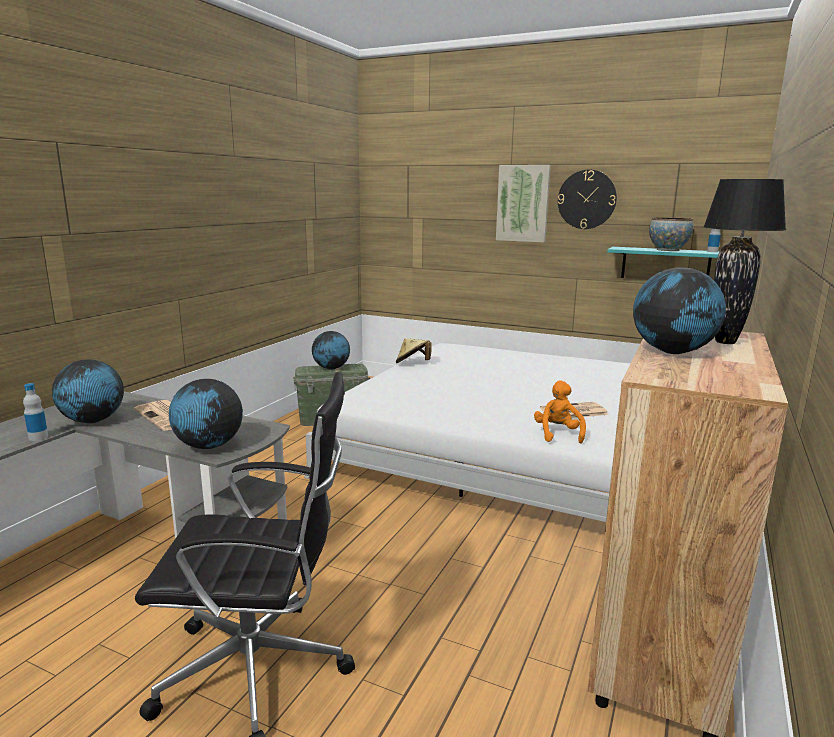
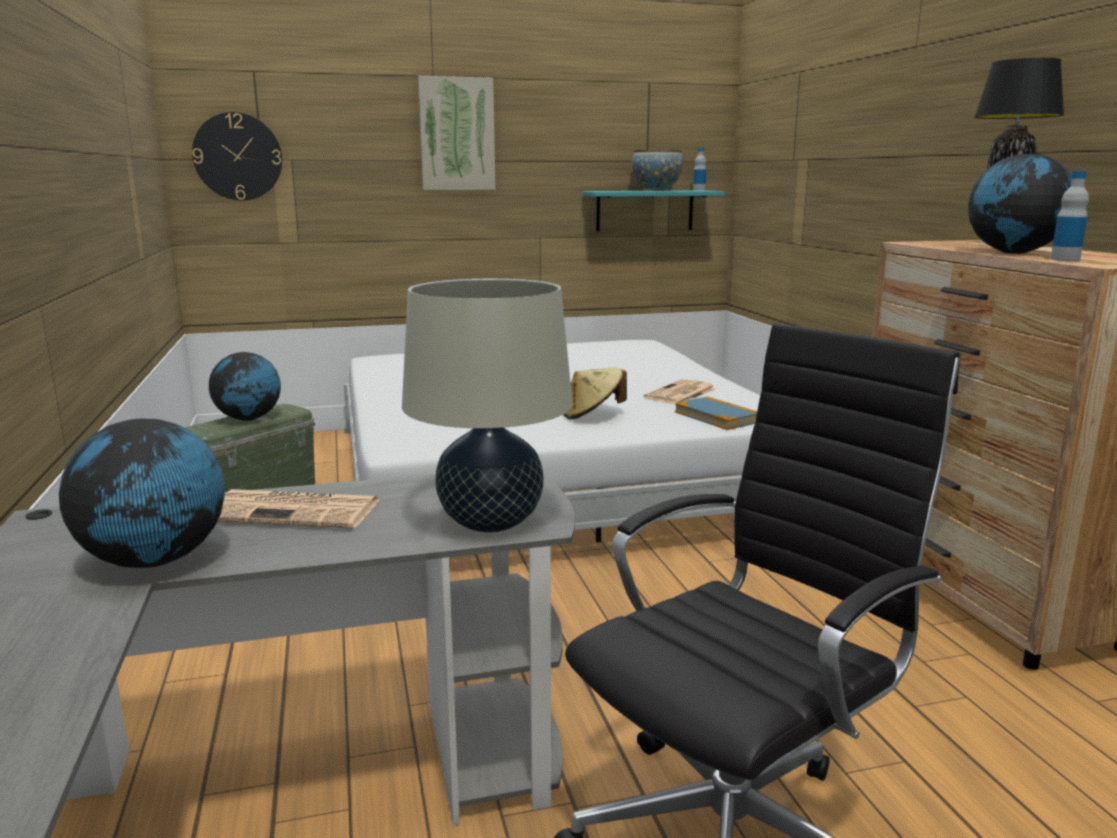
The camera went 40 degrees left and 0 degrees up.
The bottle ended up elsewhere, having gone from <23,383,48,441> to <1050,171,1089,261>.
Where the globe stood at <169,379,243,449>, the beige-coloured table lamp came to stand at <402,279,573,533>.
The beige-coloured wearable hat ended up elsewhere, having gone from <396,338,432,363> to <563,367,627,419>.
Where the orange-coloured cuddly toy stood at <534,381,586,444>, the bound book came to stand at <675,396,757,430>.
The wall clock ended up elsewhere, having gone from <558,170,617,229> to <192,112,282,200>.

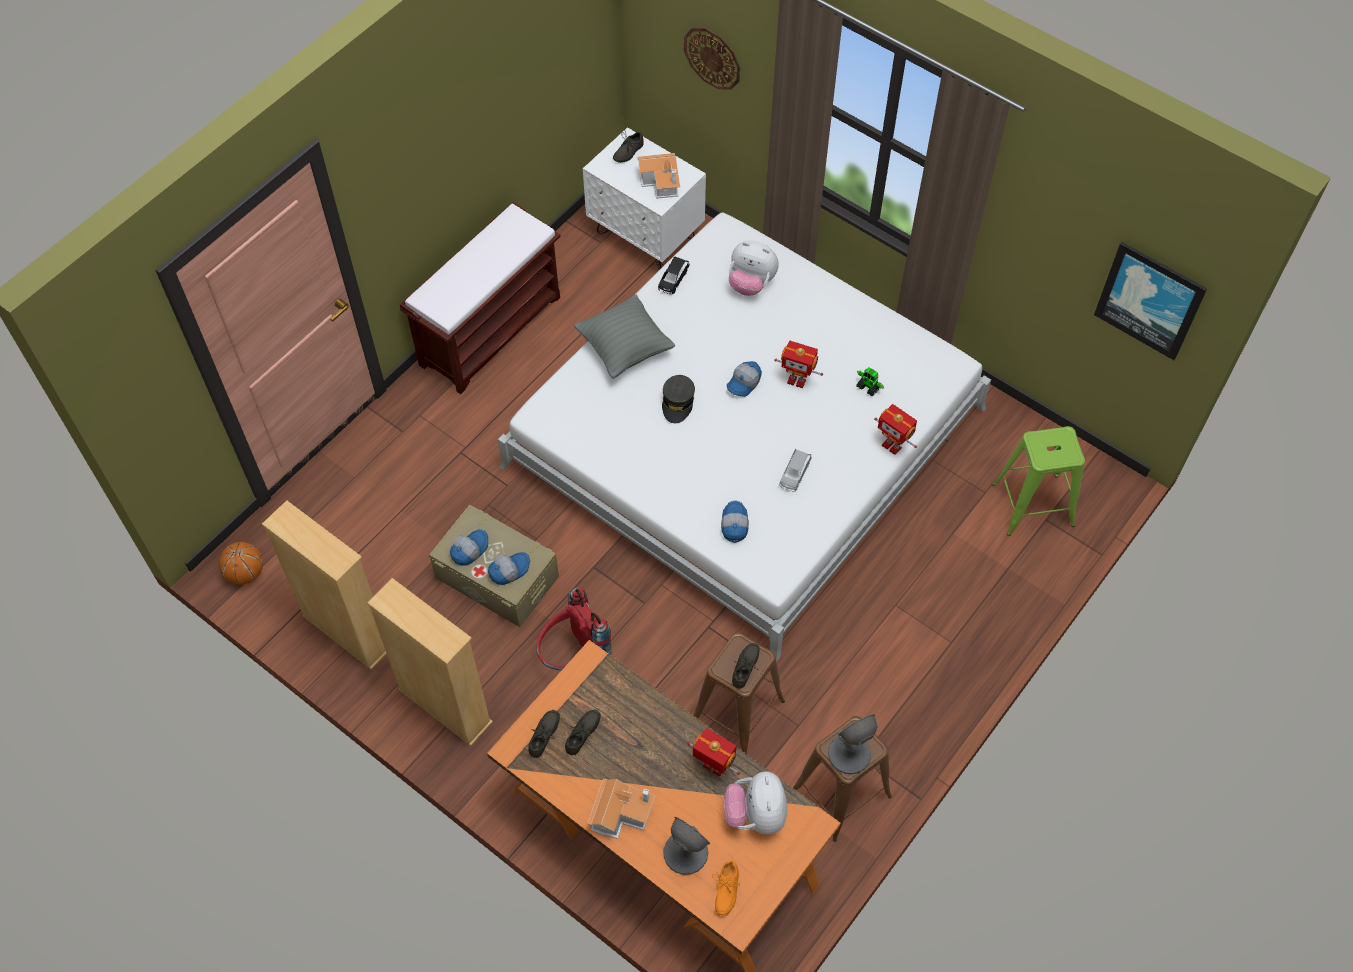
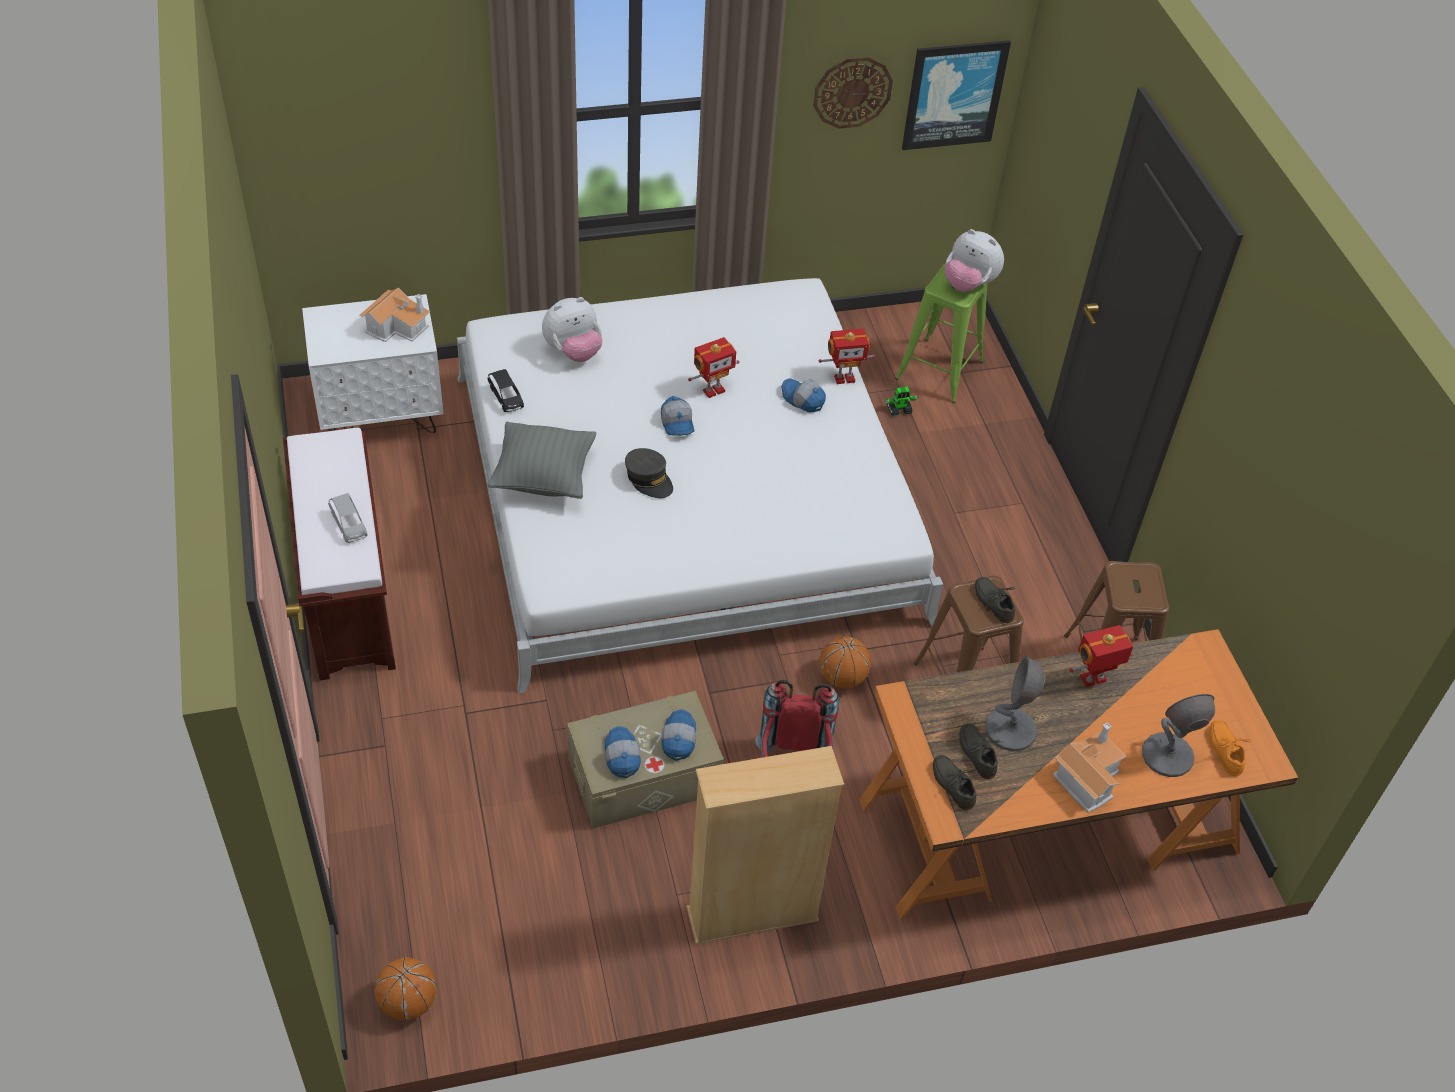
The camera went 55 degrees left and 10 degrees down.
The second view lost the beige-coloured bookcase at <262,500,387,670>.
The second view lost the grey item of footwear at <613,131,644,163>.
The wall clock ended up elsewhere, having gone from <684,28,740,90> to <813,57,893,129>.
The orange-coloured item of footwear at <712,860,740,916> ended up facing another way, 150 degrees counterclockwise from before.
The cap ended up elsewhere, having gone from <721,500,749,543> to <781,378,826,413>.
The cuddly toy ended up elsewhere, having gone from <724,771,787,834> to <944,229,1004,292>.
The grey model car ended up elsewhere, having gone from <779,449,812,492> to <328,493,367,543>.
The grey table lamp ended up elsewhere, having gone from <828,714,877,774> to <985,656,1045,751>.
The toy robot ended up elsewhere, having gone from <856,367,884,396> to <885,387,919,416>.
The second view gained the basketball ball at <820,636,871,688>.

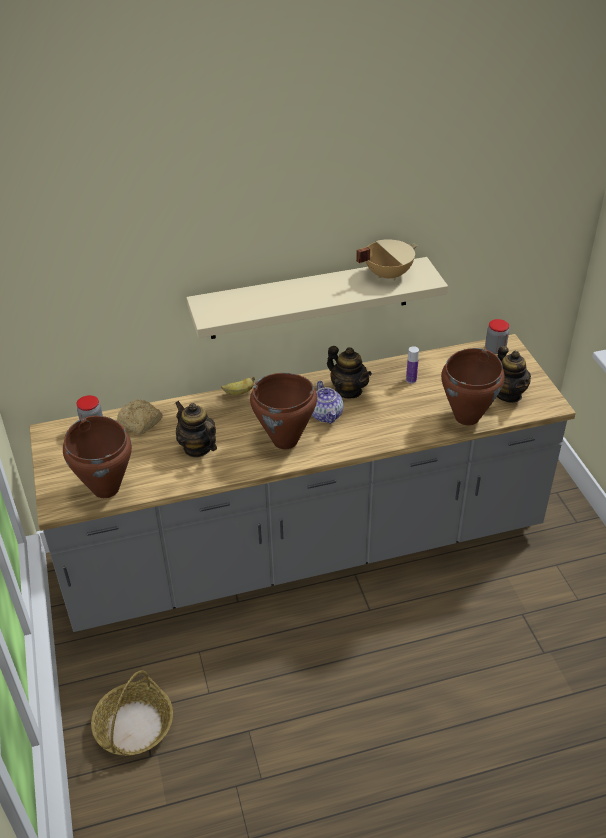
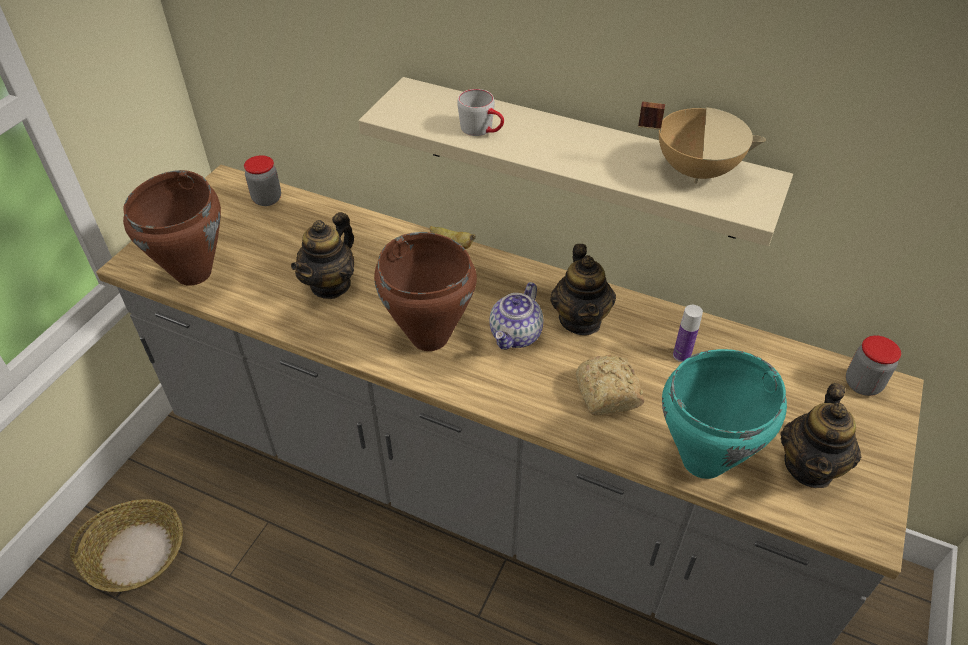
The camera went 40 degrees right and 5 degrees up.
The bakery bread ended up elsewhere, having gone from <117,399,163,435> to <576,355,645,415>.
The teapot at <175,401,217,457> ended up facing another way, 150 degrees counterclockwise from before.
What was the brown stockpot at <441,348,505,426> turned into the turquoise-coloured stockpot at <662,349,787,479>.
The second view gained the grey mug at <457,89,504,136>.

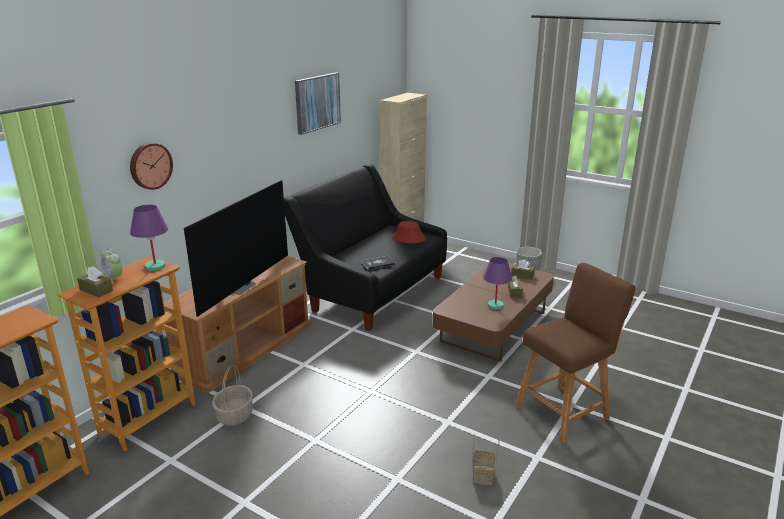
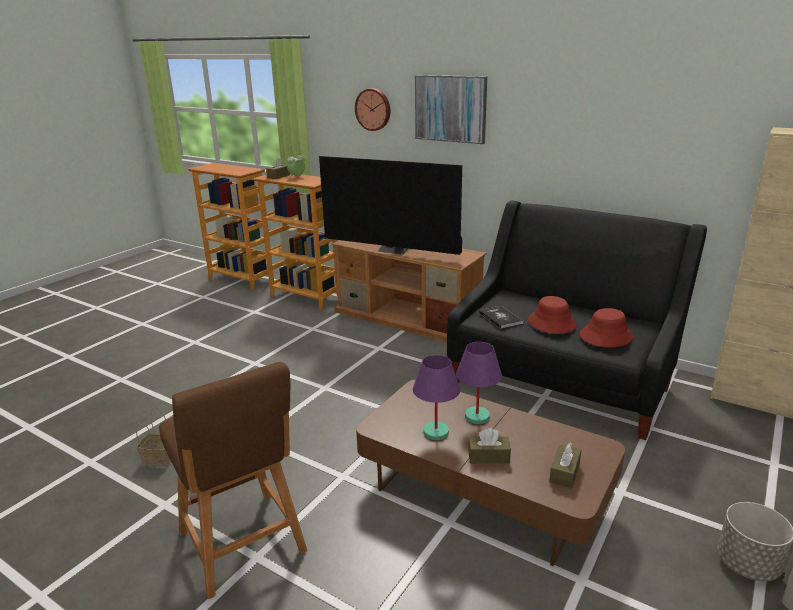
The camera went 90 degrees right and 0 degrees up.
The purplish table lamp ended up elsewhere, having gone from <130,205,168,271> to <456,342,502,424>.
The second view lost the basket at <212,364,253,426>.
The wall art ended up elsewhere, having gone from <295,73,341,135> to <415,75,487,144>.
The second view gained the red wearable hat at <528,296,577,334>.

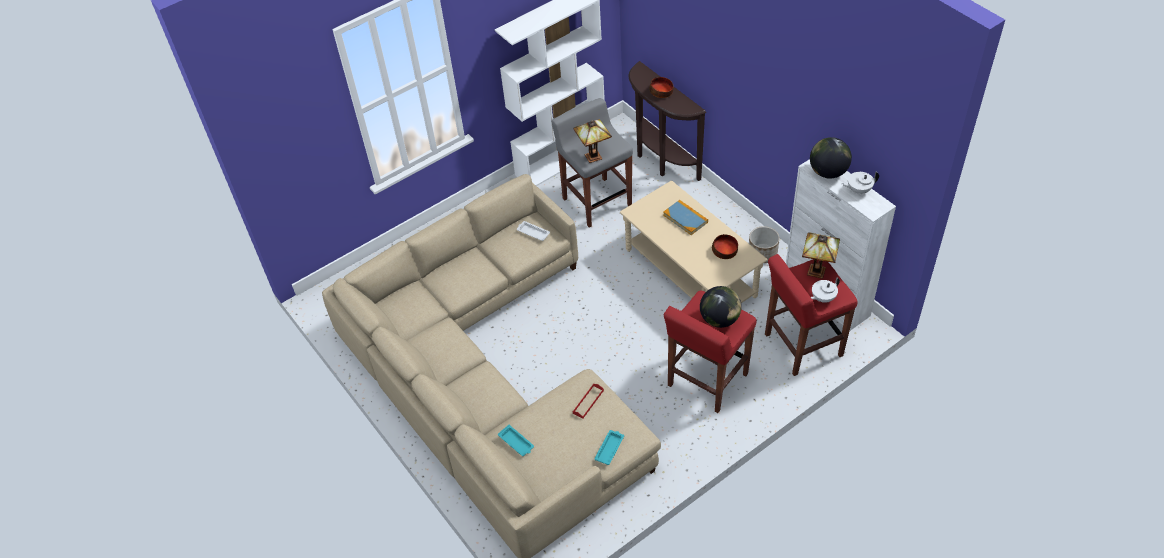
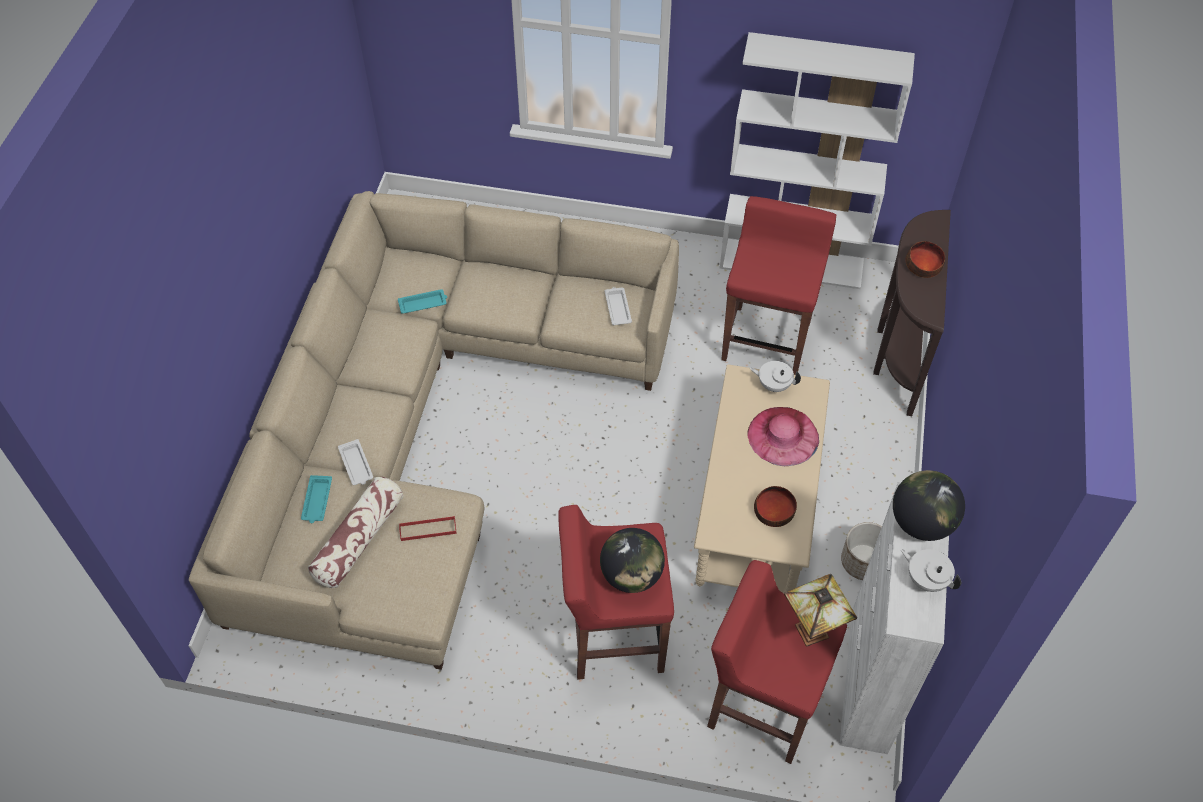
The camera went 45 degrees right and 5 degrees up.
What was the grey stool at <551,98,633,227> turned into the red stool at <721,196,836,375>.
The second view lost the table lamp at <573,119,612,163>.
The turquoise-coloured tray ended up elsewhere, having gone from <594,430,624,465> to <398,289,447,314>.
Where the bound book stood at <663,200,708,235>, the pink wearable hat came to stand at <747,407,819,466>.
The white-coloured teapot ended up elsewhere, having gone from <811,278,840,303> to <750,361,801,392>.
The second view gained the cushion at <308,477,403,588>.
The second view gained the white-coloured tray at <338,439,373,485>.

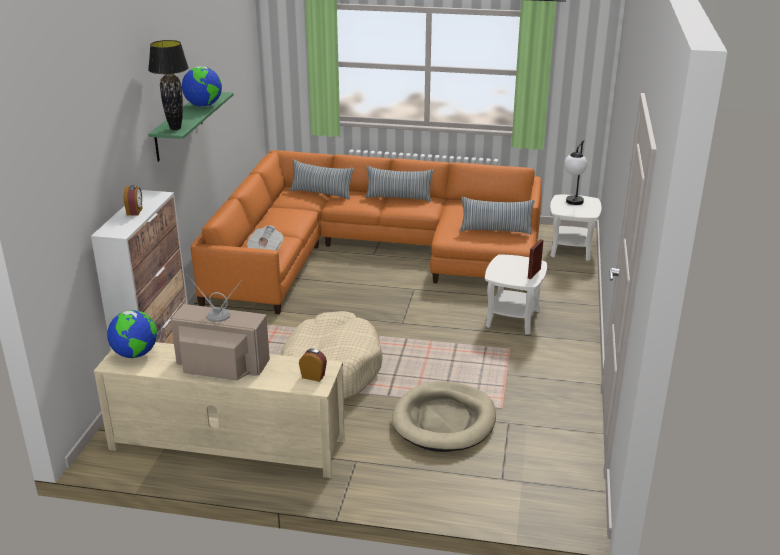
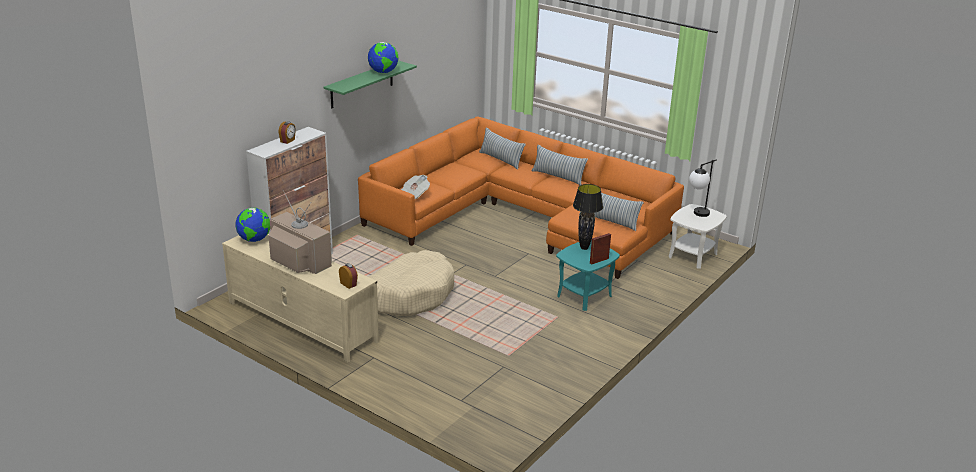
The camera went 25 degrees right and 0 degrees up.
The black-coloured table lamp ended up elsewhere, having gone from <148,40,189,130> to <573,184,603,250>.
The second view lost the beige-coloured dog cushion at <392,381,496,452>.
What was the white-coloured accent table at <485,255,547,334> turned into the turquoise-coloured accent table at <556,241,620,311>.

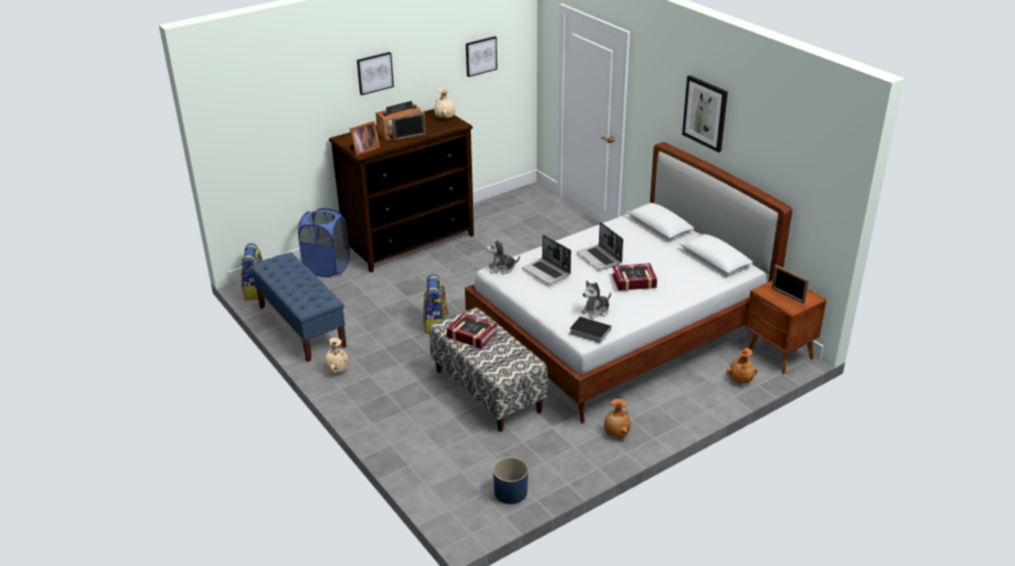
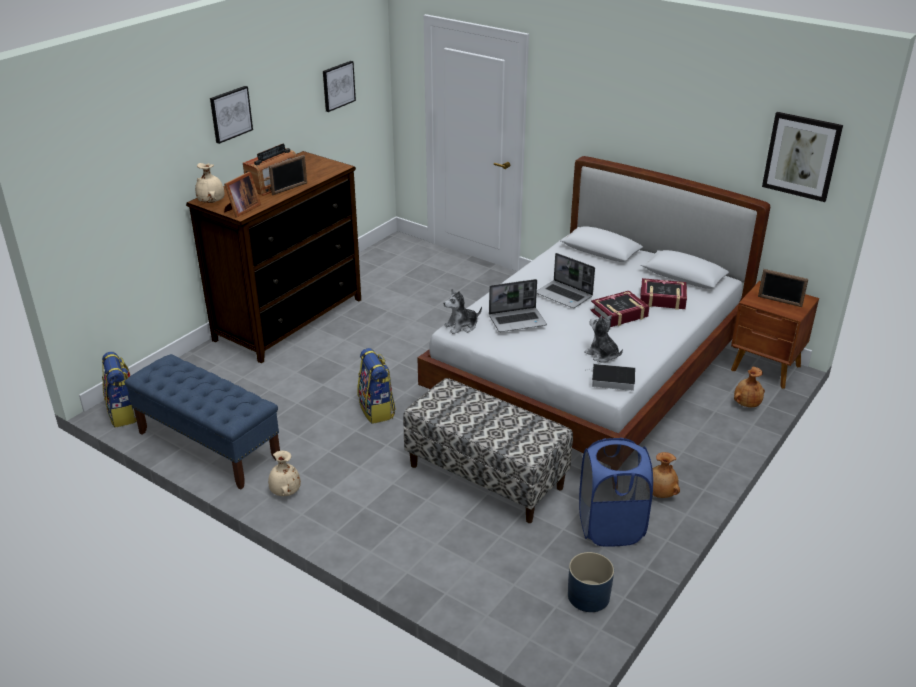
The camera went 20 degrees left and 0 degrees up.
The blue-coloured hamper ended up elsewhere, having gone from <298,208,350,278> to <579,438,653,546>.
The beige-coloured vase ended up elsewhere, having gone from <434,88,455,119> to <195,163,224,203>.
The bound book ended up elsewhere, having gone from <447,313,497,349> to <640,278,687,310>.
The notebook computer at <522,235,571,284> ended up facing another way, 45 degrees counterclockwise from before.
The cuddly toy at <581,281,611,319> ended up facing another way, 105 degrees clockwise from before.
The wall art ended up elsewhere, having gone from <682,75,728,153> to <762,112,843,202>.

